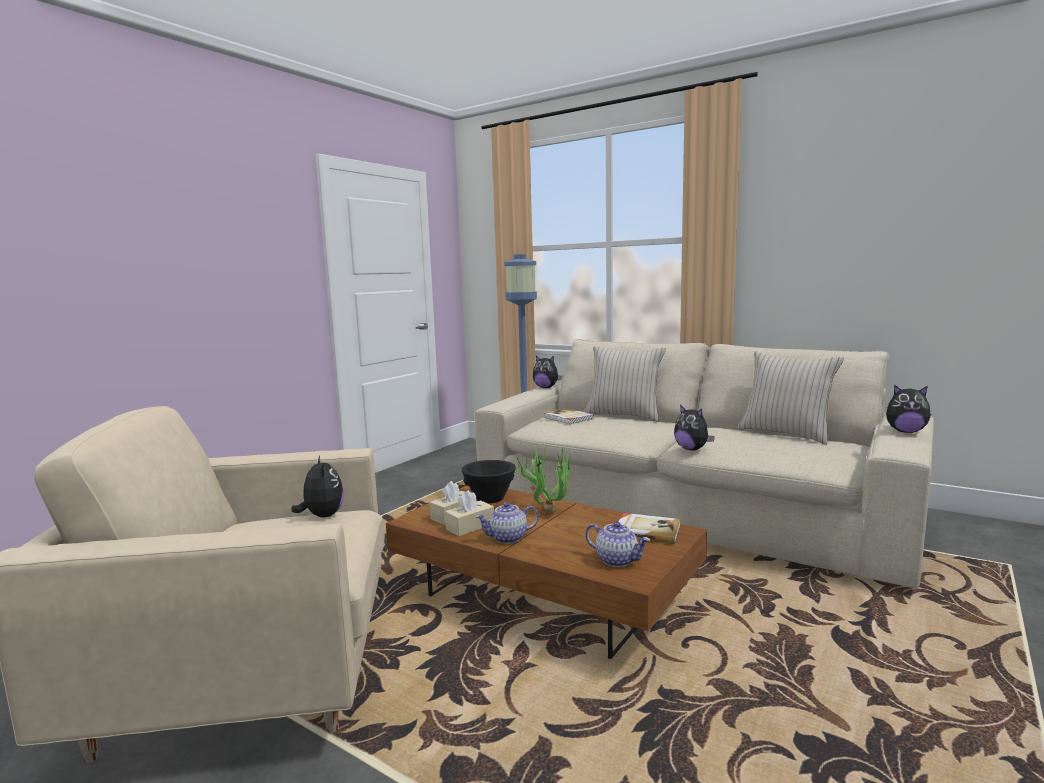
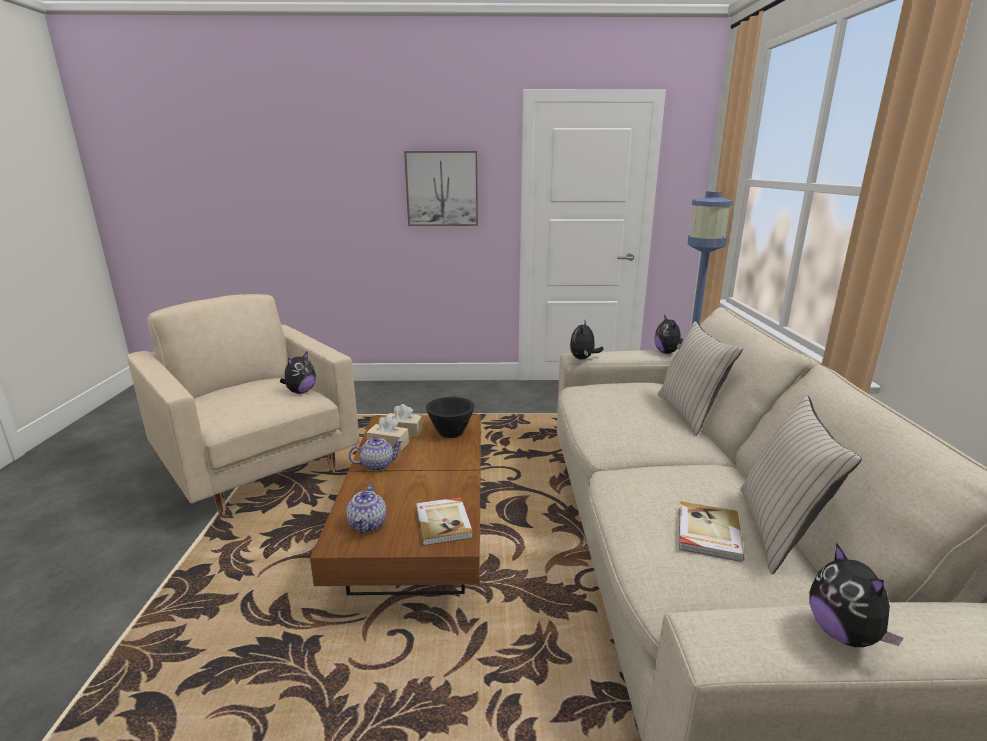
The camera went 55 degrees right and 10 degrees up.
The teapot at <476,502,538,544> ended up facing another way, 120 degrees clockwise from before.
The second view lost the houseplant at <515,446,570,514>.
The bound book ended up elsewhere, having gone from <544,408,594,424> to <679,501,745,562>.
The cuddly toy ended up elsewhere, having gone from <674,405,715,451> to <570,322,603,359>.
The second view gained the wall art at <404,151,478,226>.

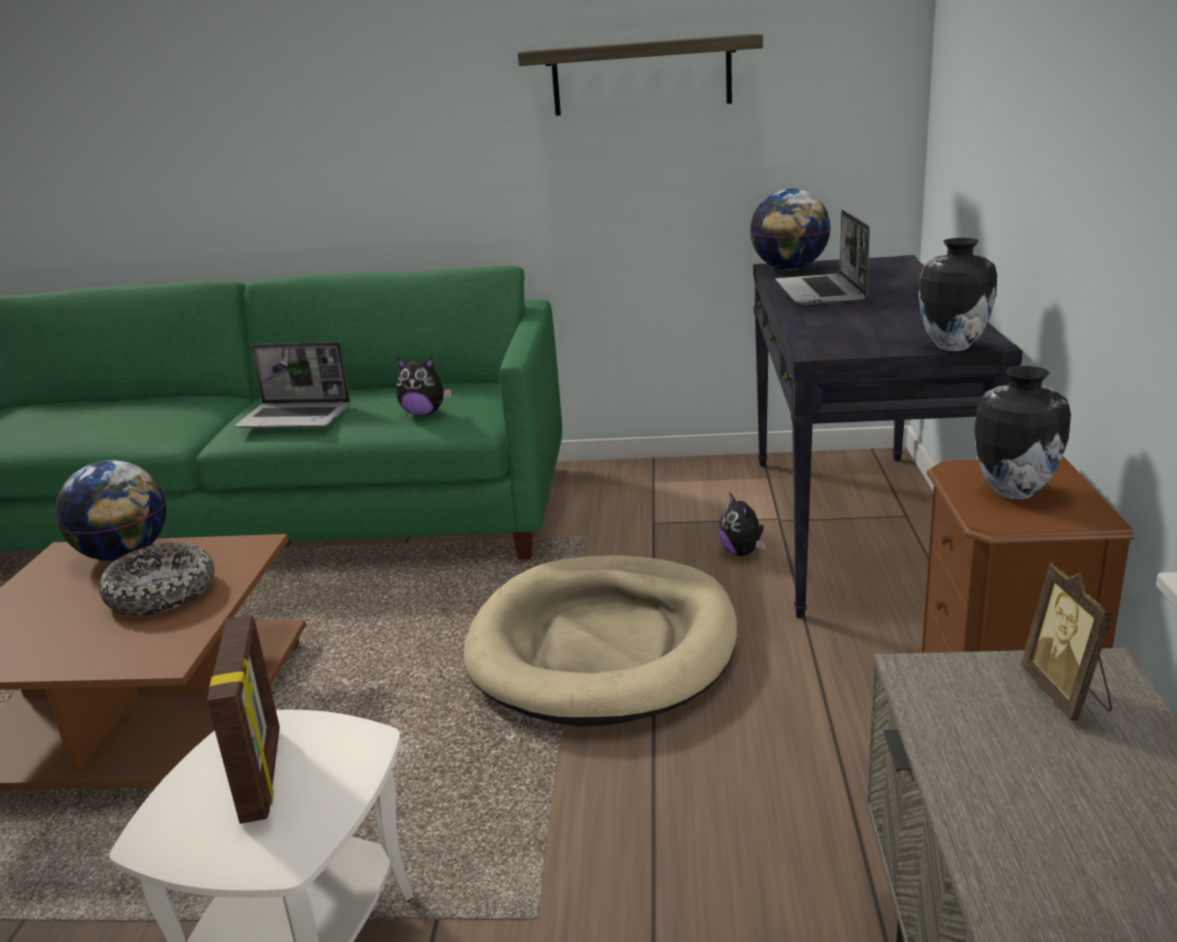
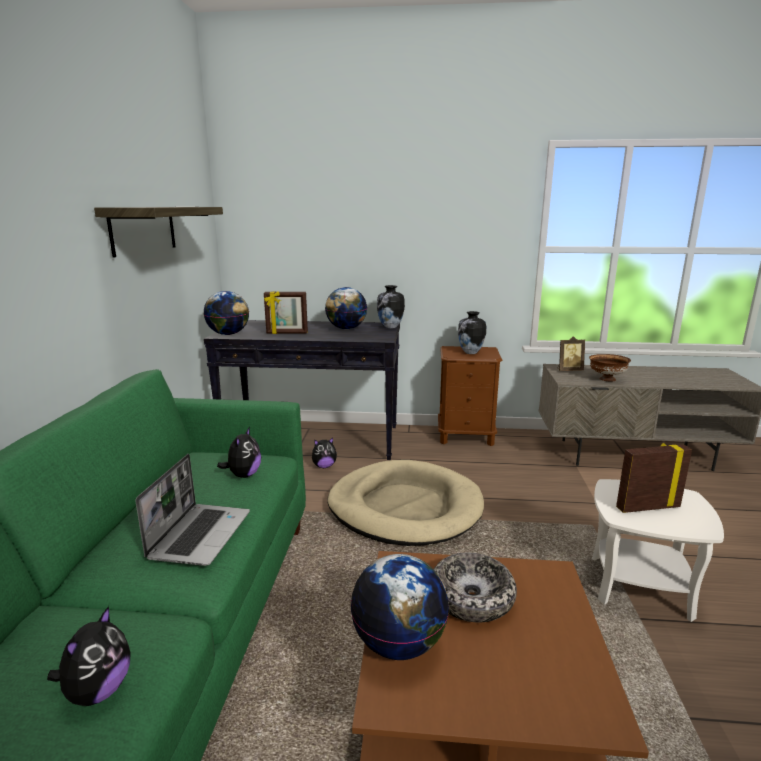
The camera went 90 degrees left and 5 degrees down.
Where the notebook computer stood at <775,210,870,305>, the picture frame came to stand at <264,291,308,334>.
The second view gained the cuddly toy at <47,606,131,706>.
The second view gained the globe at <325,287,367,329>.
The second view gained the brown deep dish at <589,354,631,382>.

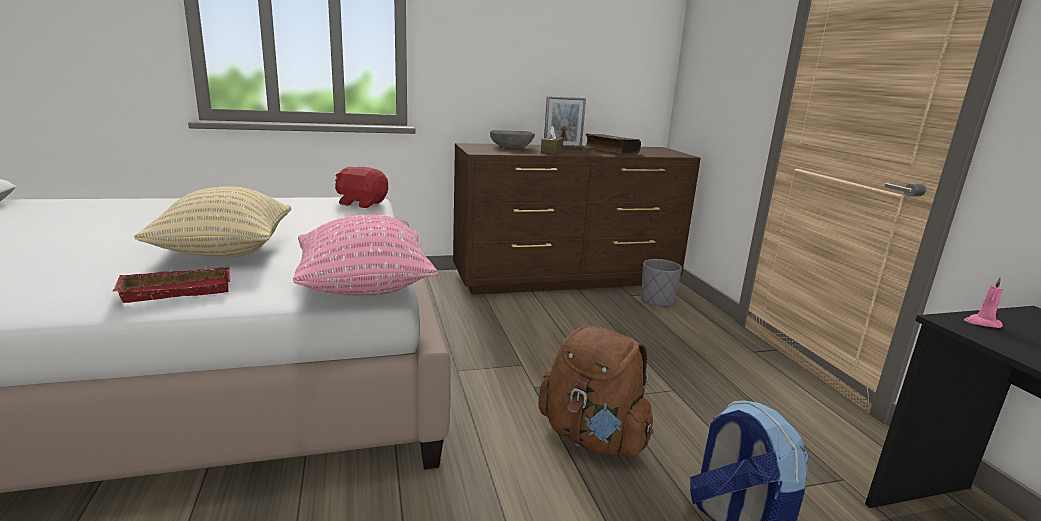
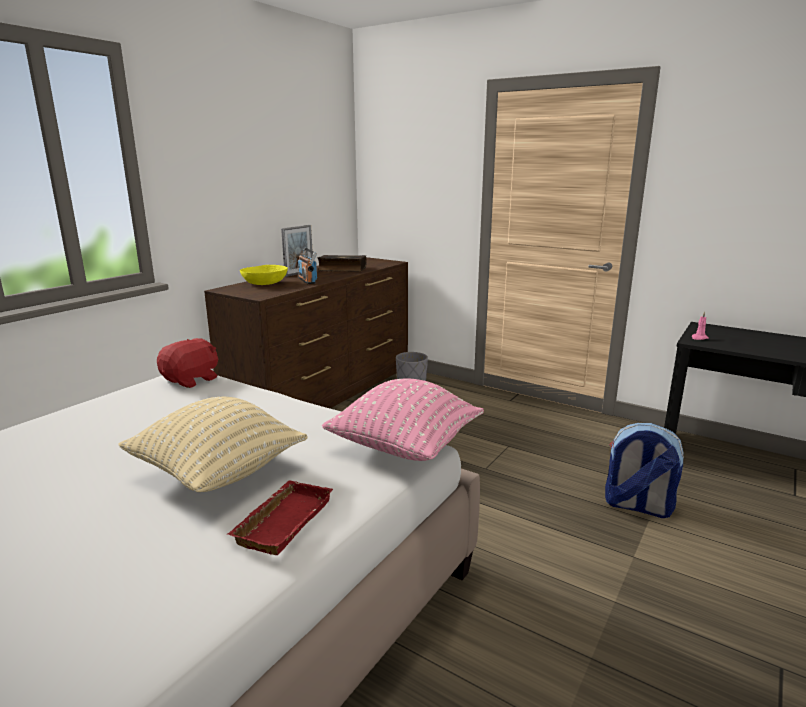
The camera went 40 degrees left and 0 degrees up.
The red cuddly toy at <335,167,388,208> ended up facing another way, 150 degrees clockwise from before.
What was the grey deep dish at <490,130,535,148> turned into the yellowish deep dish at <240,265,288,285>.
The second view lost the brown knapsack at <538,325,654,456>.
Where the brown box of tissues stood at <541,126,563,154>, the radio came to stand at <298,248,317,284>.

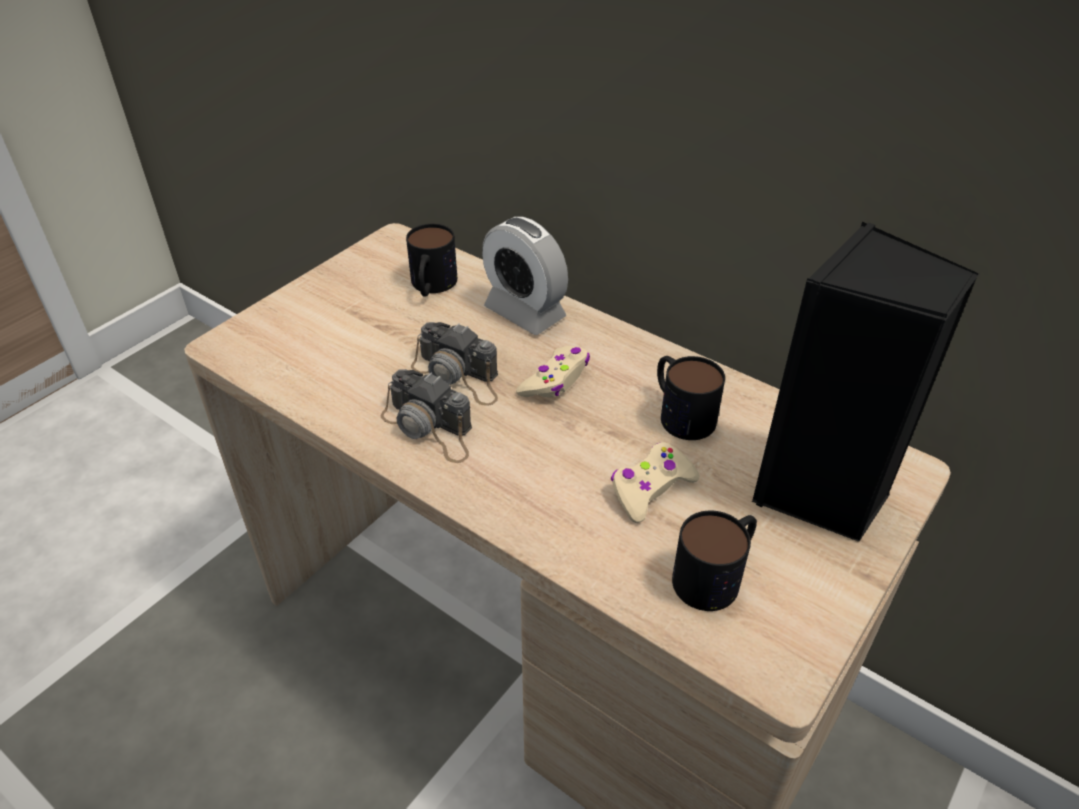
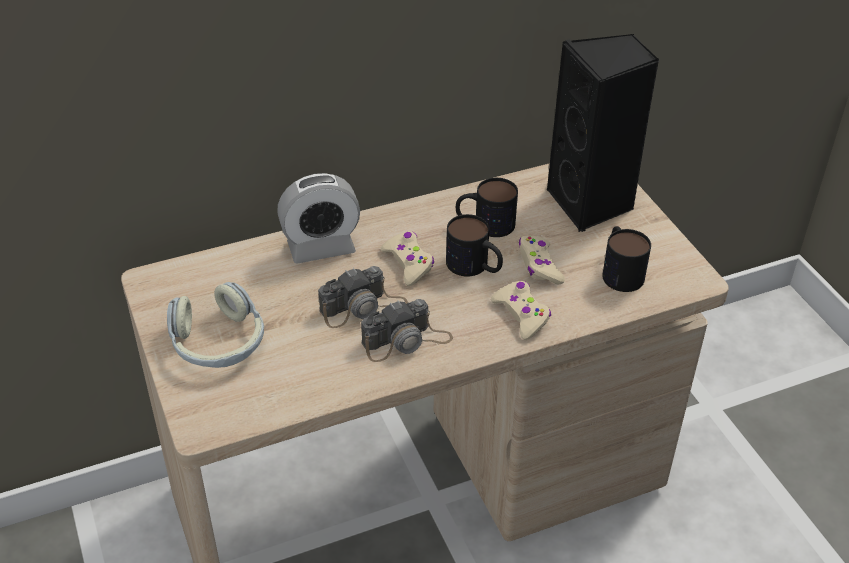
The camera went 60 degrees left and 0 degrees up.
The mug ended up elsewhere, having gone from <406,224,457,297> to <446,214,503,276>.
The second view gained the headphones at <167,282,264,368>.
The second view gained the beige-coloured joypad at <491,281,551,340>.

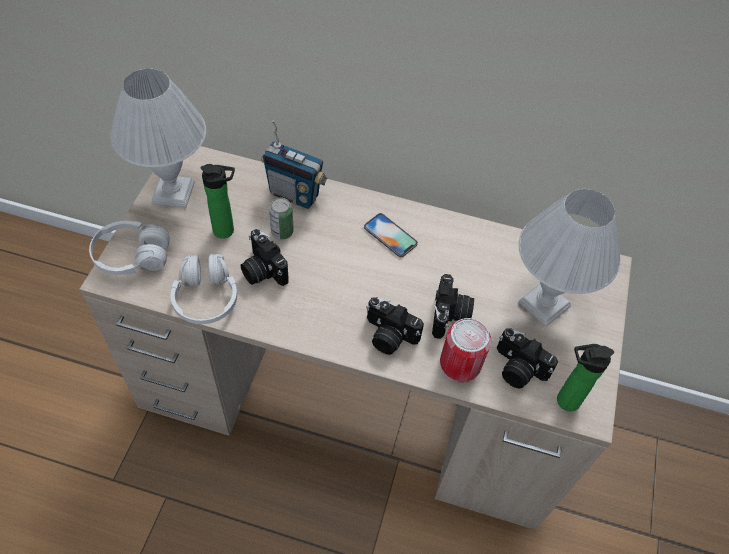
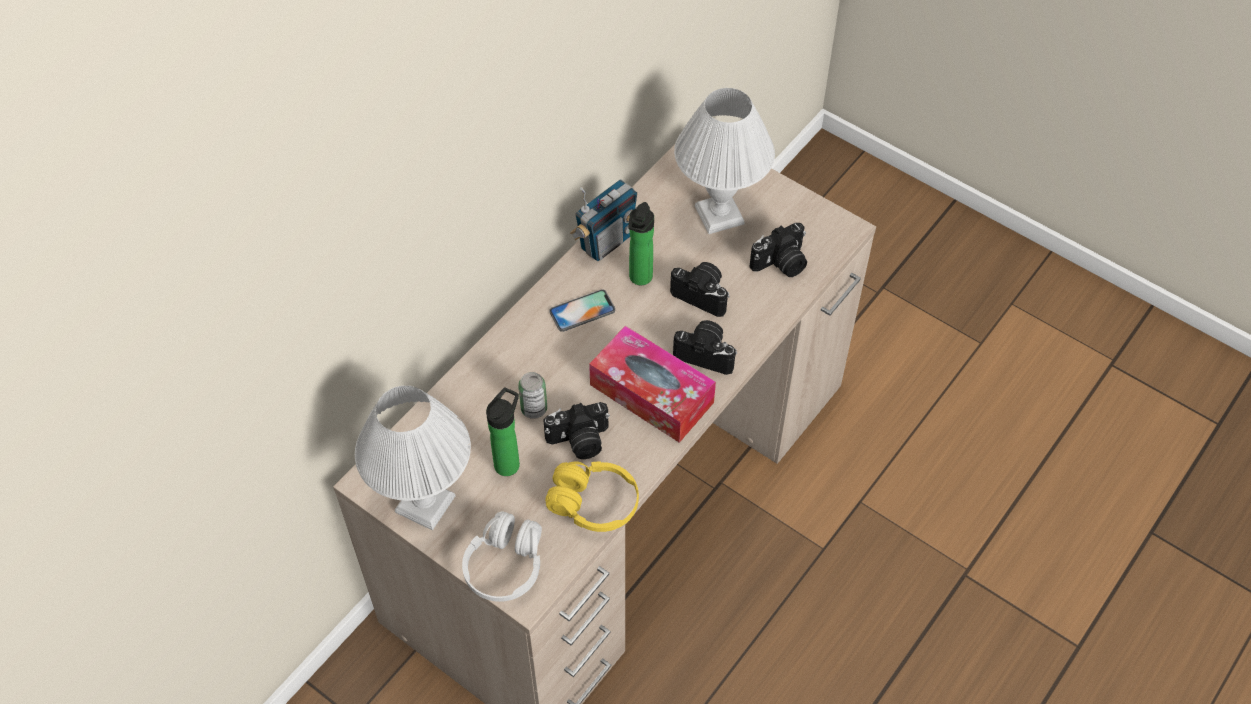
The camera went 65 degrees left and 0 degrees up.
What was the white-coloured headphones at <171,254,237,324> turned into the yellowish headphones at <545,461,639,532>.
The radio ended up elsewhere, having gone from <261,120,328,209> to <570,179,637,261>.
The still camera at <366,297,424,355> ended up facing another way, 120 degrees counterclockwise from before.
The second view lost the sealed can at <440,318,491,383>.
The bottle ended up elsewhere, having gone from <557,344,614,412> to <628,202,654,285>.
The second view gained the box of tissues at <589,326,716,443>.

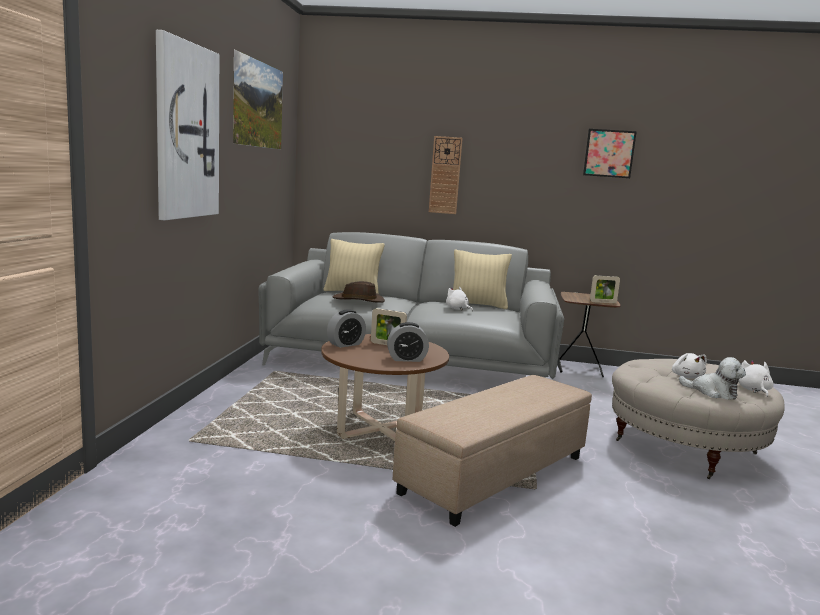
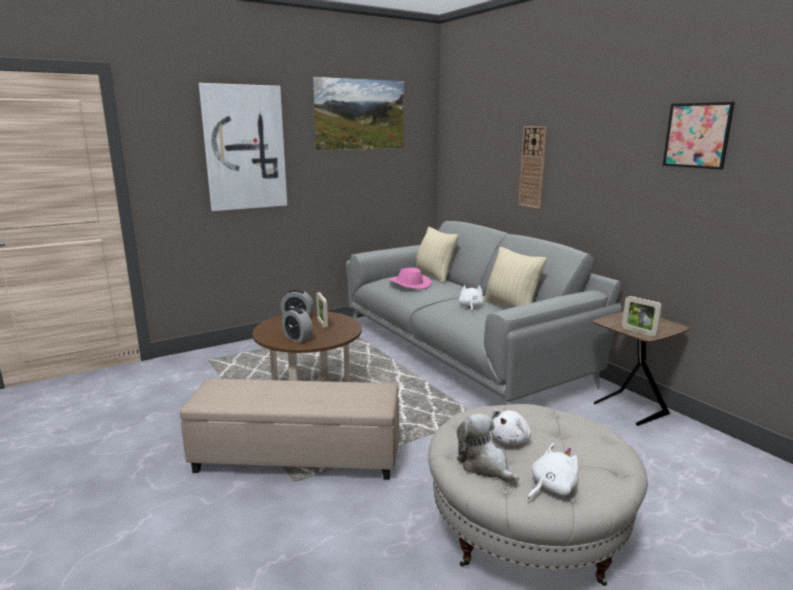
The camera went 50 degrees right and 5 degrees up.
What was the brown wearable hat at <332,281,385,303> turned into the pink wearable hat at <389,267,432,289>.
The cuddly toy at <679,357,746,400> ended up facing another way, 150 degrees clockwise from before.

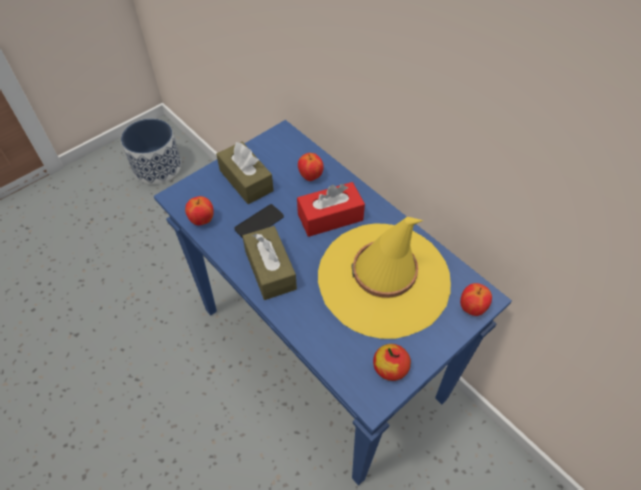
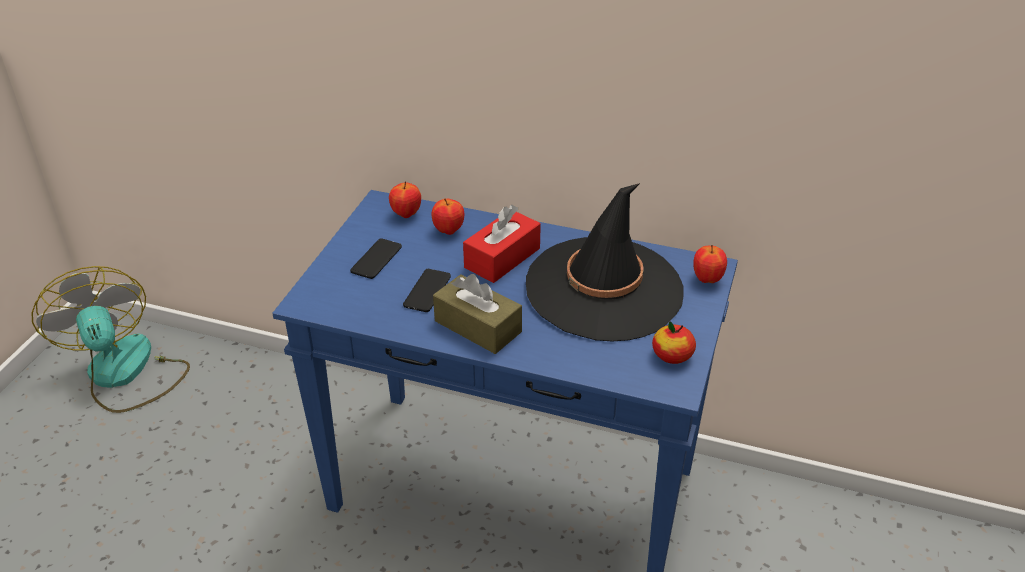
The camera went 30 degrees left and 15 degrees down.
Where the planter stood at <121,119,181,184>, the electric fan came to stand at <31,266,190,413>.
The apple fruit ended up elsewhere, having gone from <185,196,214,226> to <389,181,421,218>.
Where the brown box of tissues stood at <216,142,274,204>, the telephone came to stand at <350,238,402,279>.
What was the yellowish wearable hat at <318,217,451,339> turned into the black-coloured wearable hat at <526,183,684,341>.

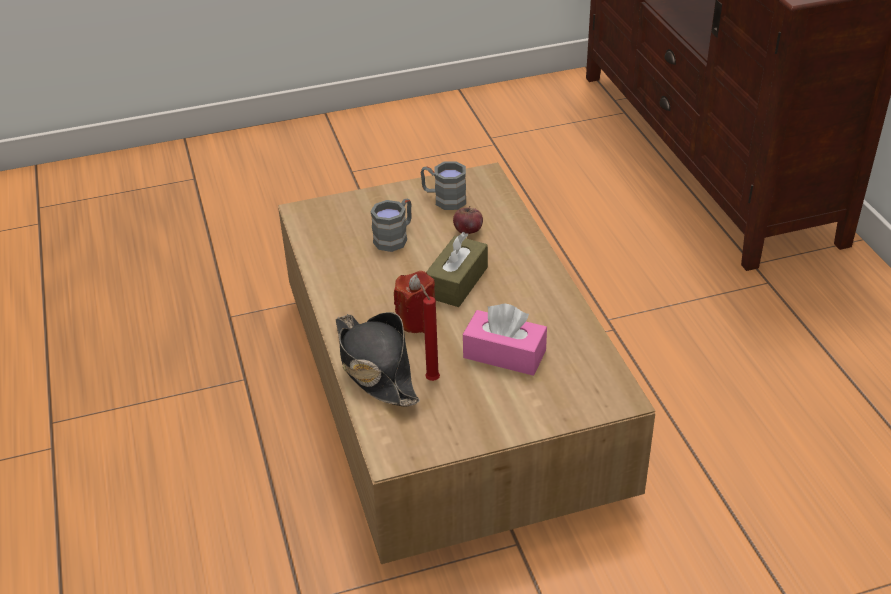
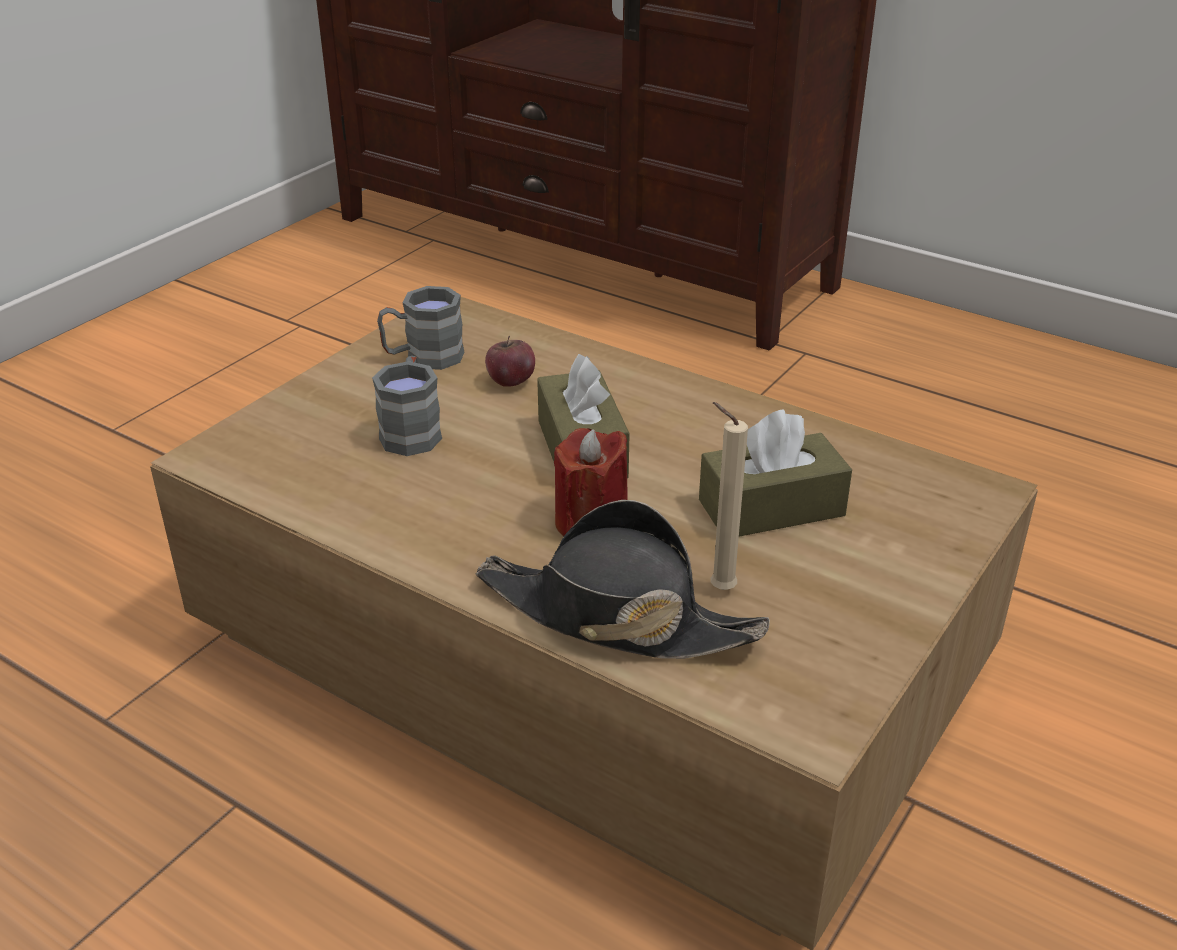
The camera went 40 degrees left and 5 degrees down.
What was the red wax candle at <421,284,440,381> turned into the beige-coloured wax candle at <711,402,748,590>.
What was the pink box of tissues at <463,303,547,376> turned into the brown box of tissues at <699,409,852,536>.

